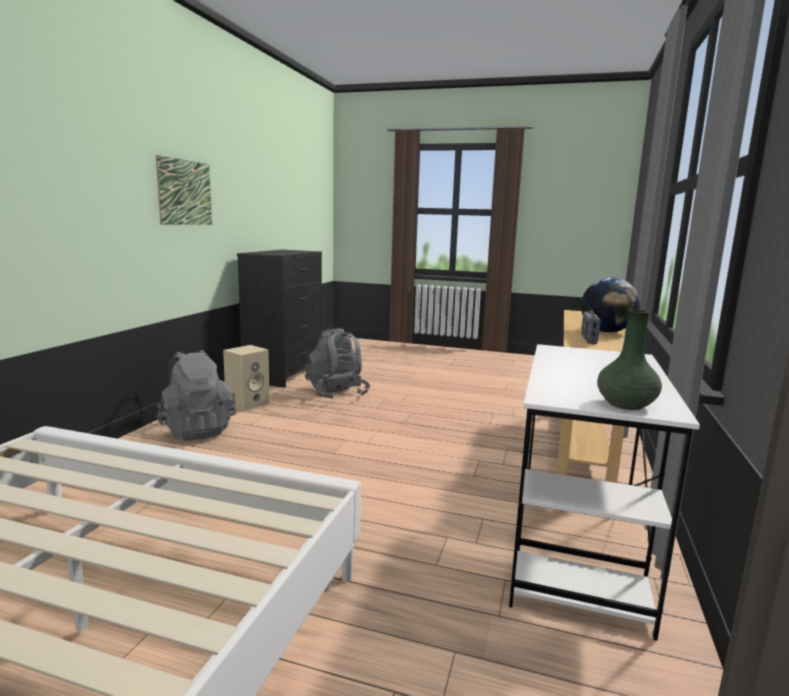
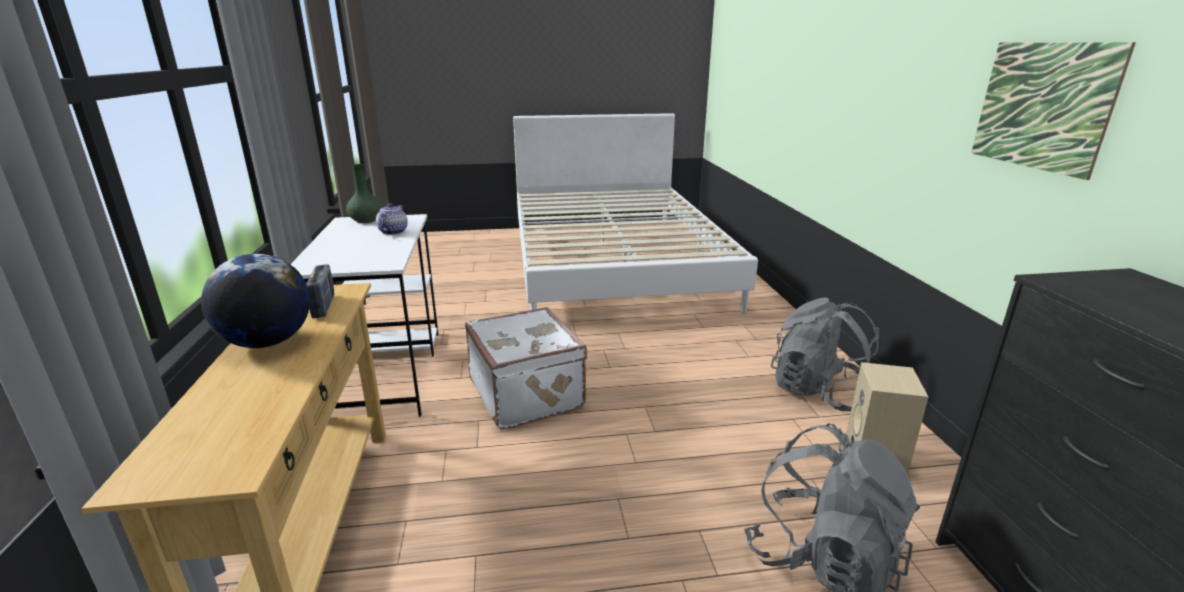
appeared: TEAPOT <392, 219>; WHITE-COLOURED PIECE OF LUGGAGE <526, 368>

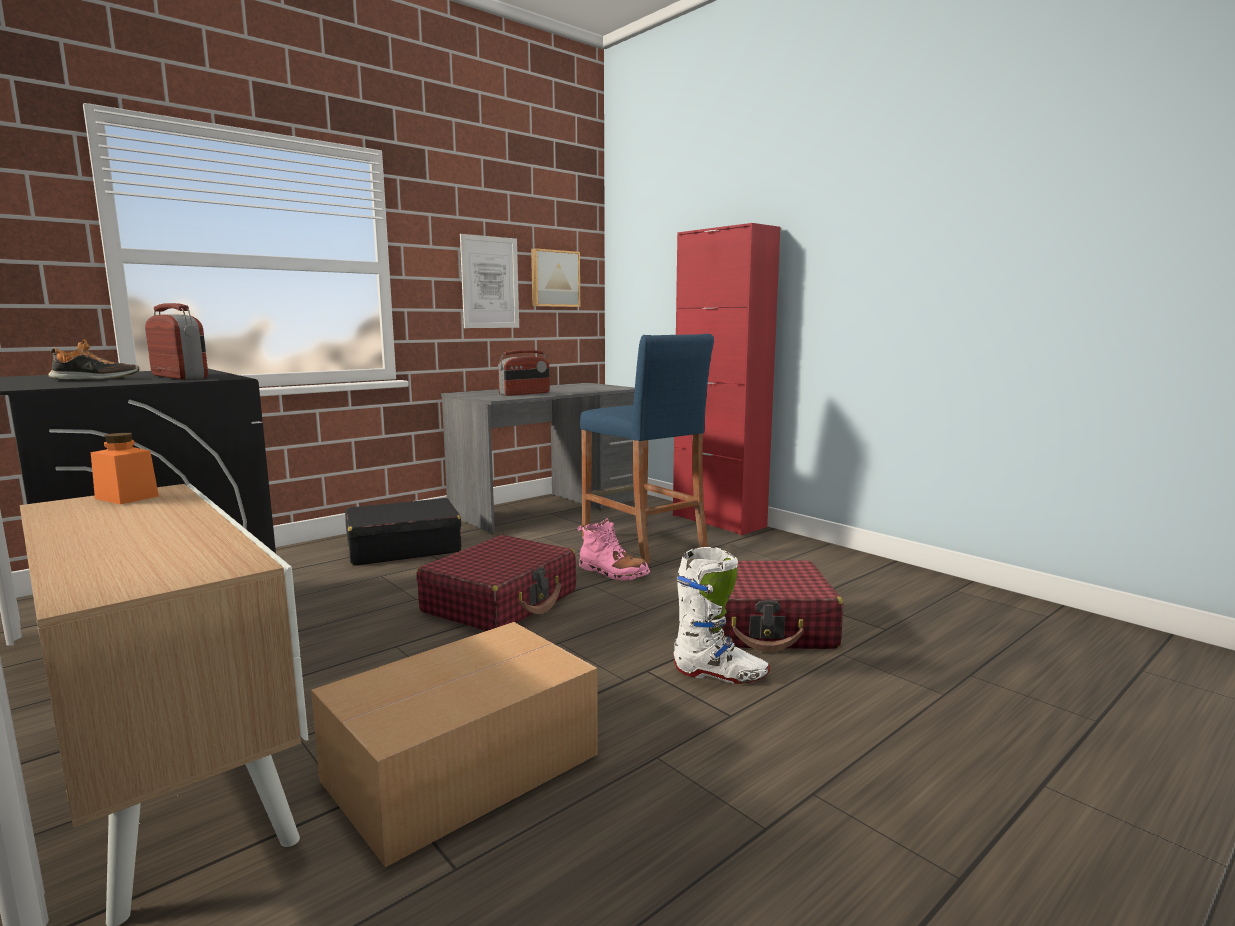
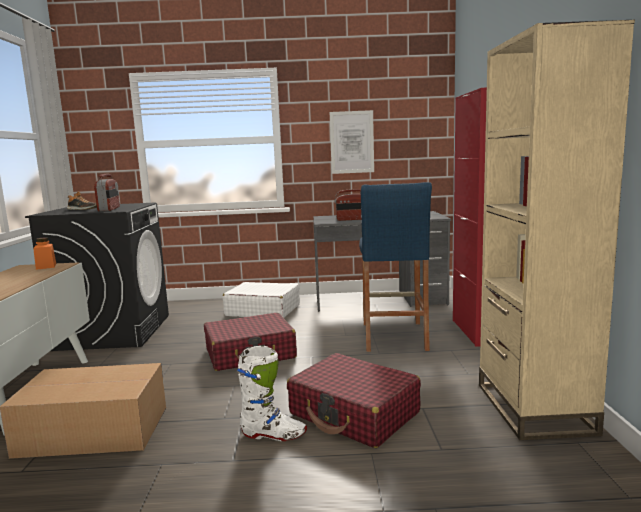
missing: PICTURE <555, 277>; PINKISH BOOT <613, 549>
appeared: SAND-COLOURED BOOKCASE <557, 230>
colour: BLACK-COLOURED PIECE OF LUGGAGE <403, 532> to WHITE-COLOURED PIECE OF LUGGAGE <261, 300>
spun: WHITE-COLOURED BOOT <721, 615> = <272, 393> 45 degrees counterclockwise

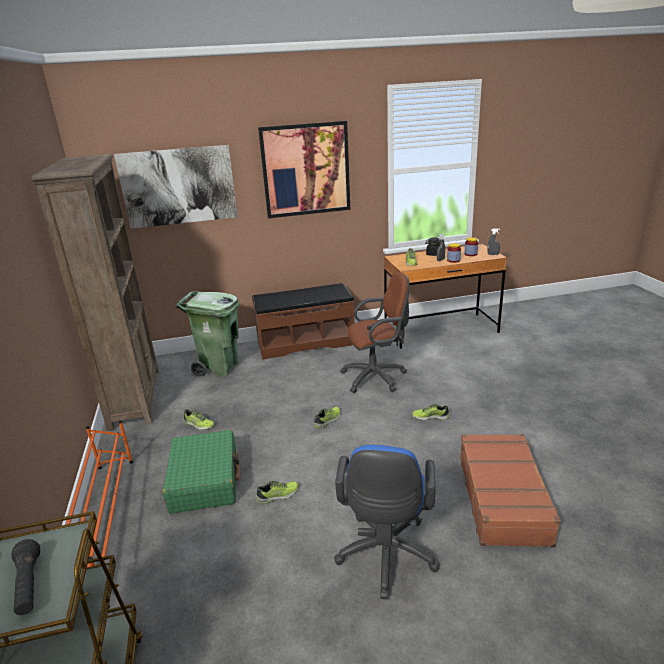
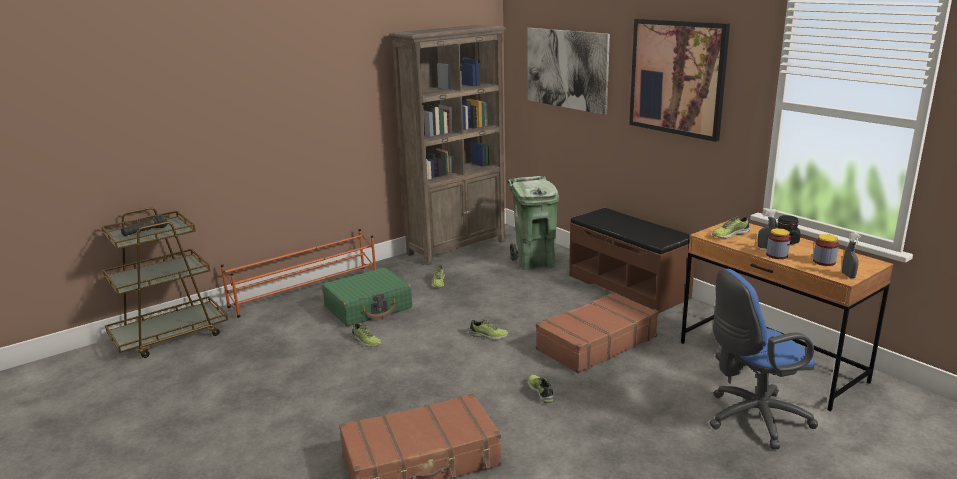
relocated: BLUE OFFICE CHAIR <387, 522> to <764, 359>
exchanged: BROWN OFFICE CHAIR <375, 333> to BROWN PIECE OF LUGGAGE <597, 333>

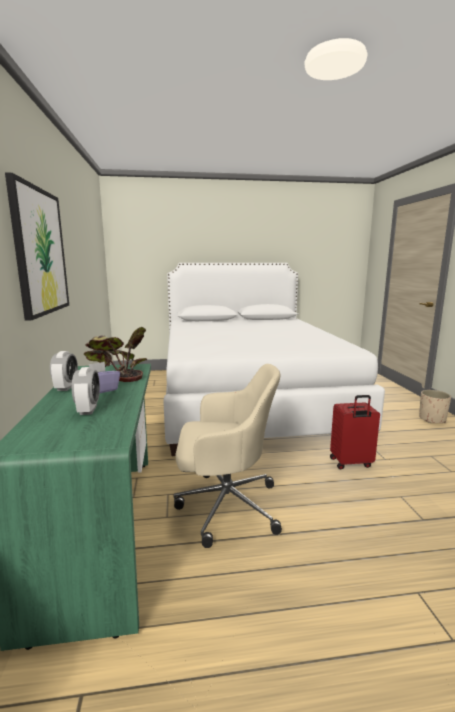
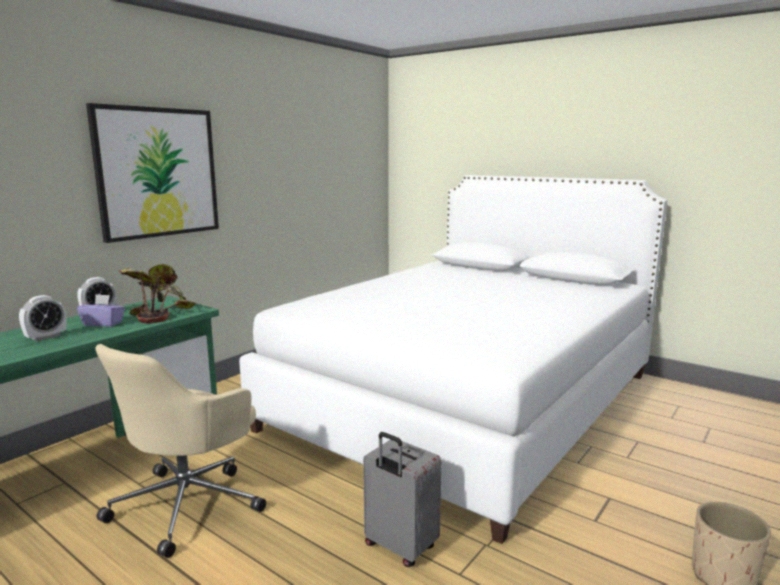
colour: REDDISH PIECE OF LUGGAGE <355, 432> to GREYISH PIECE OF LUGGAGE <402, 499>
spun: SAND-COLOURED OFFICE CHAIR <228, 456> = <180, 451> 75 degrees clockwise

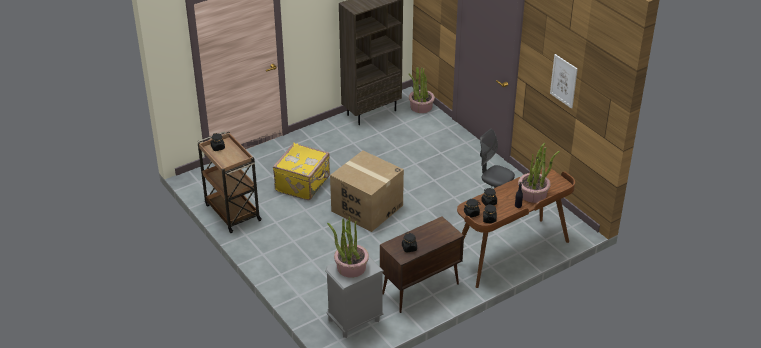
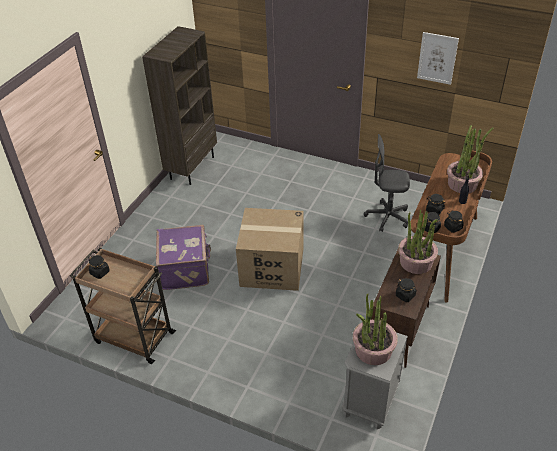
relocated: POTTED PLANT <422, 90> to <418, 241>
colour: YELLOW PIECE OF LUGGAGE <301, 171> to PURPLE PIECE OF LUGGAGE <183, 257>

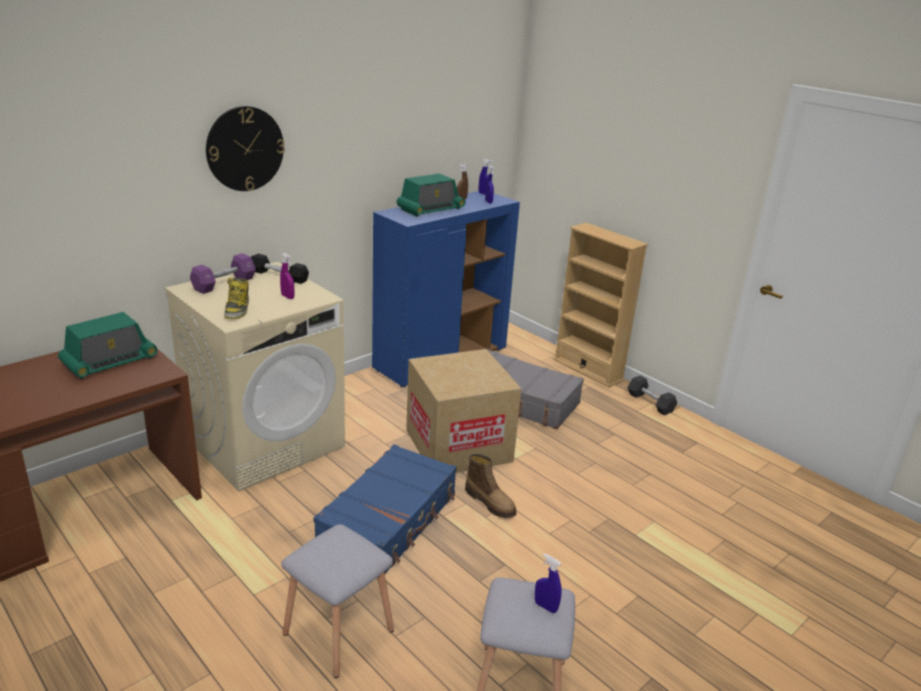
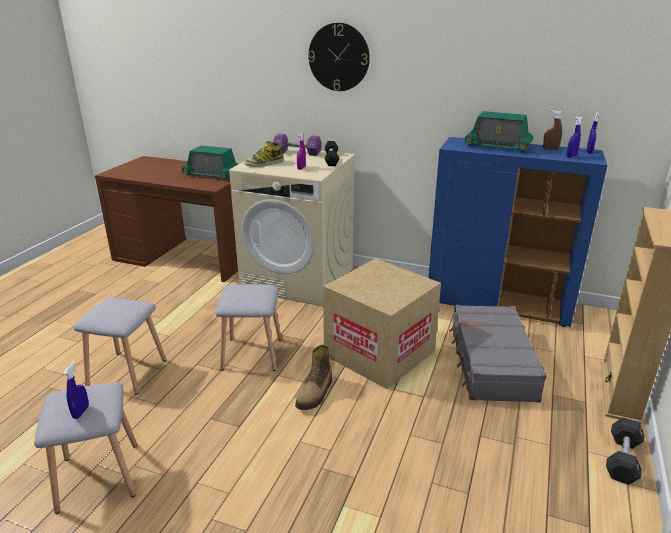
exchanged: BLUE PIECE OF LUGGAGE <385, 509> to GREYISH STOOL <248, 327>

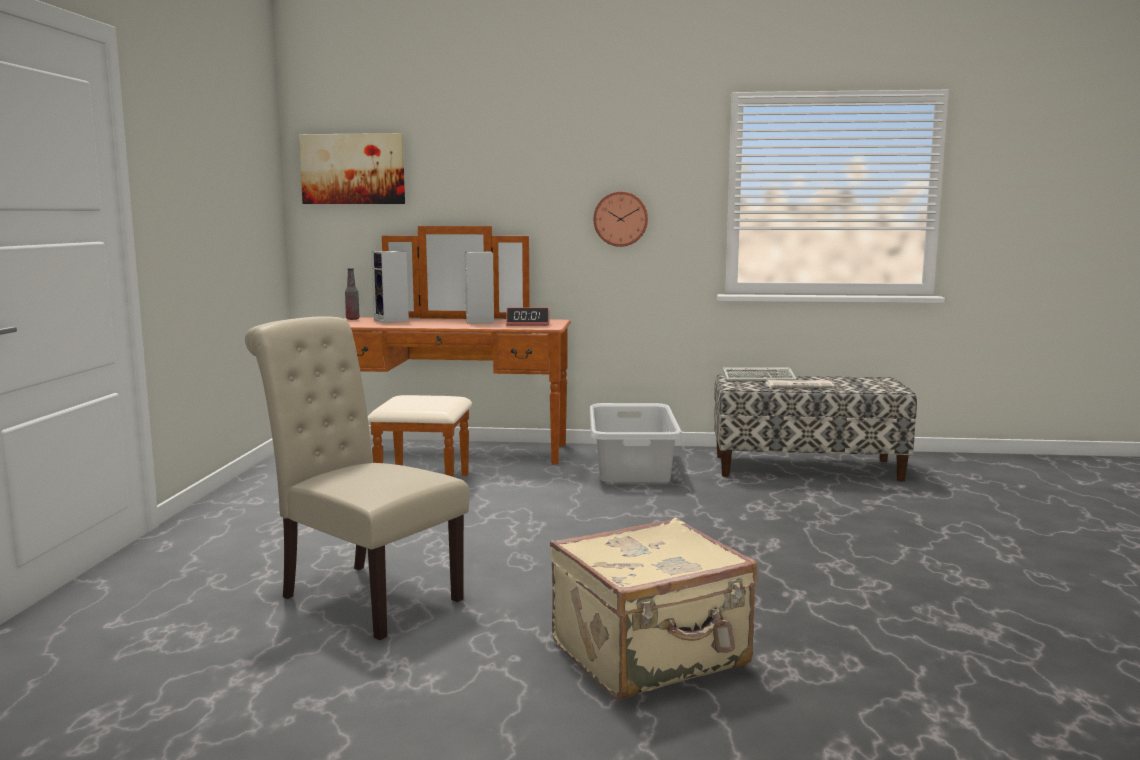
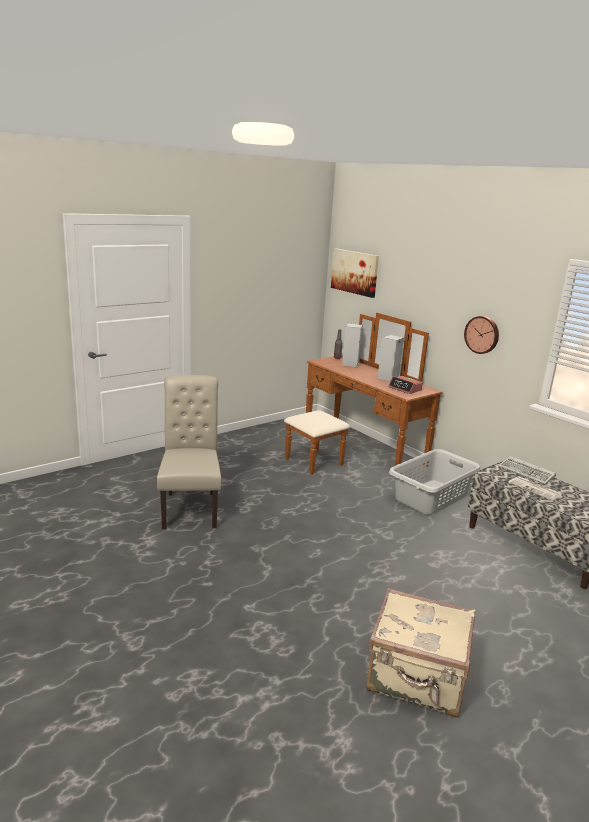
relocated: SAND-COLOURED PIECE OF LUGGAGE <654, 608> to <420, 652>

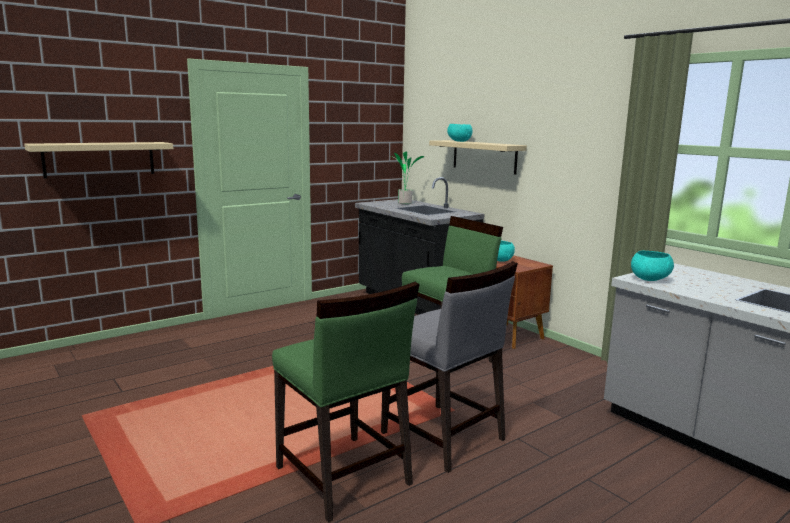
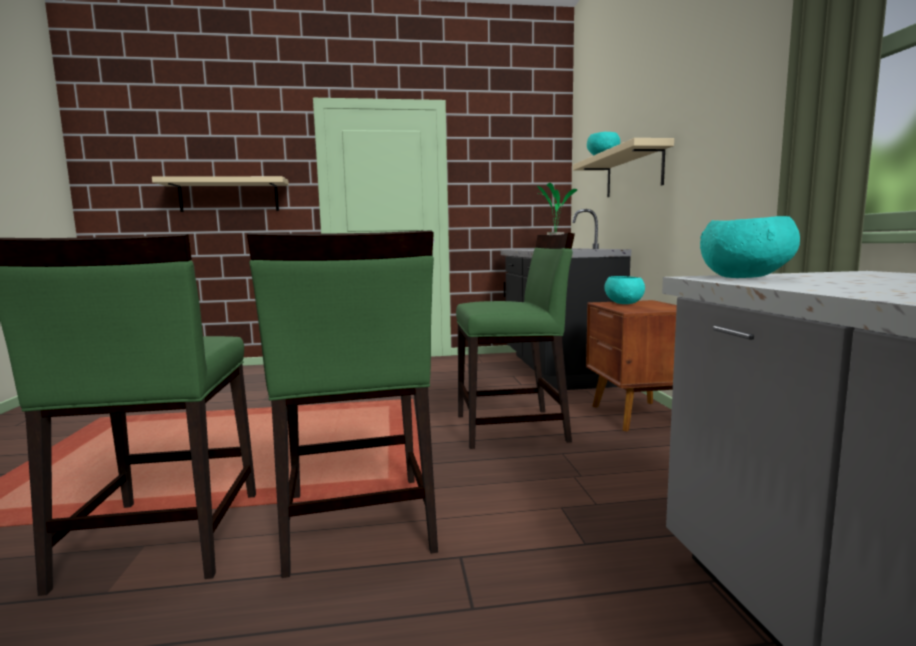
colour: GREYISH PLAIN CHAIR <449, 367> to GREEN PLAIN CHAIR <342, 404>

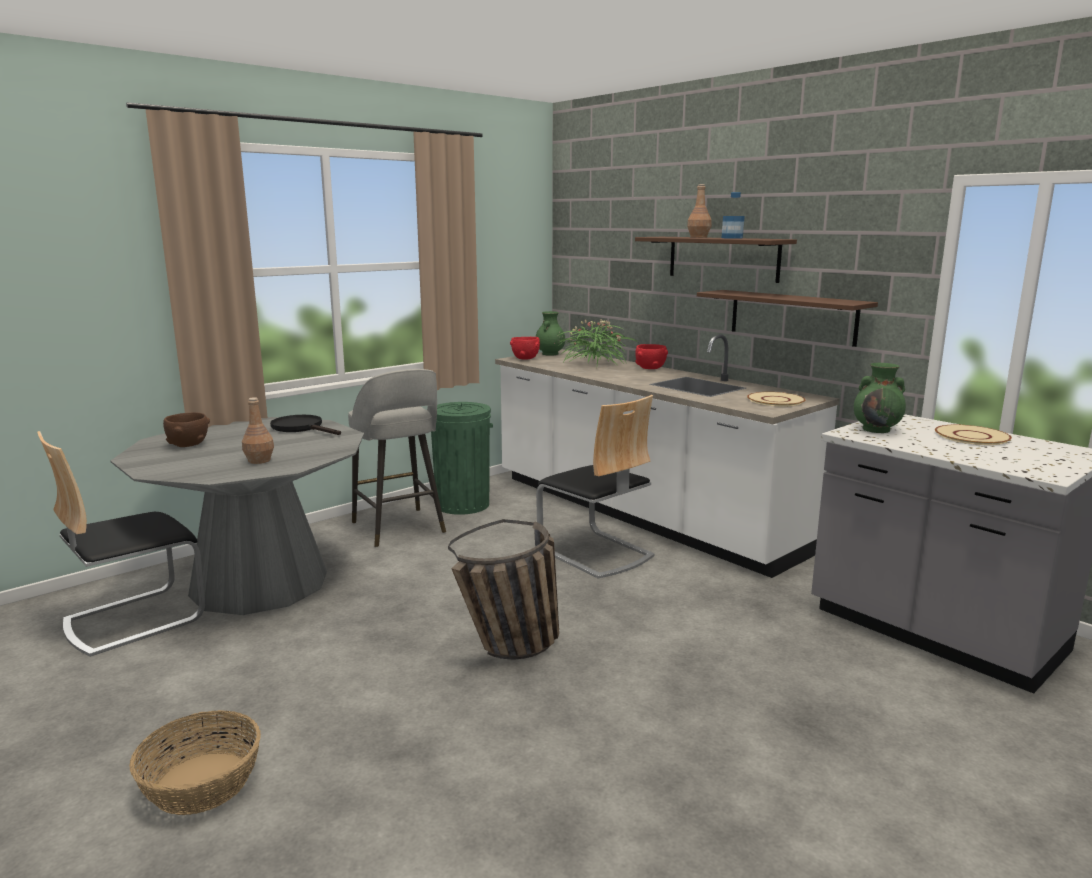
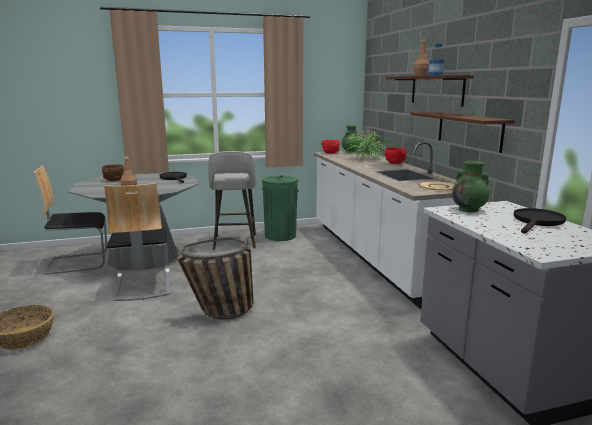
relocated: PLAIN CHAIR <595, 487> to <137, 242>
exchanged: SAND-COLOURED FLAT DISH <973, 435> to BLACK-COLOURED SKILLET <539, 221>

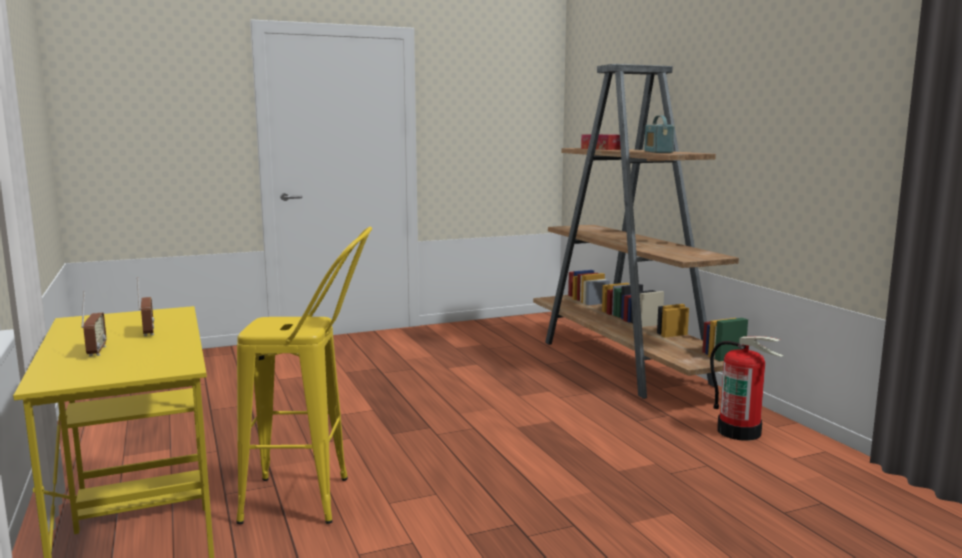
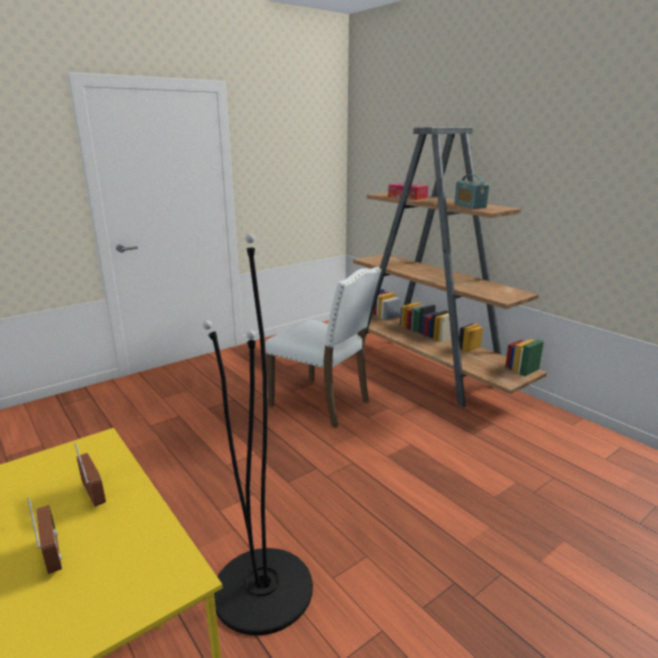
missing: EXTINGUISHER <747, 388>
appeared: WHITE-COLOURED PLAIN CHAIR <323, 347>
exchanged: YELLOW STOOL <304, 375> to BLACK-COLOURED STANDING LAMP <258, 434>

